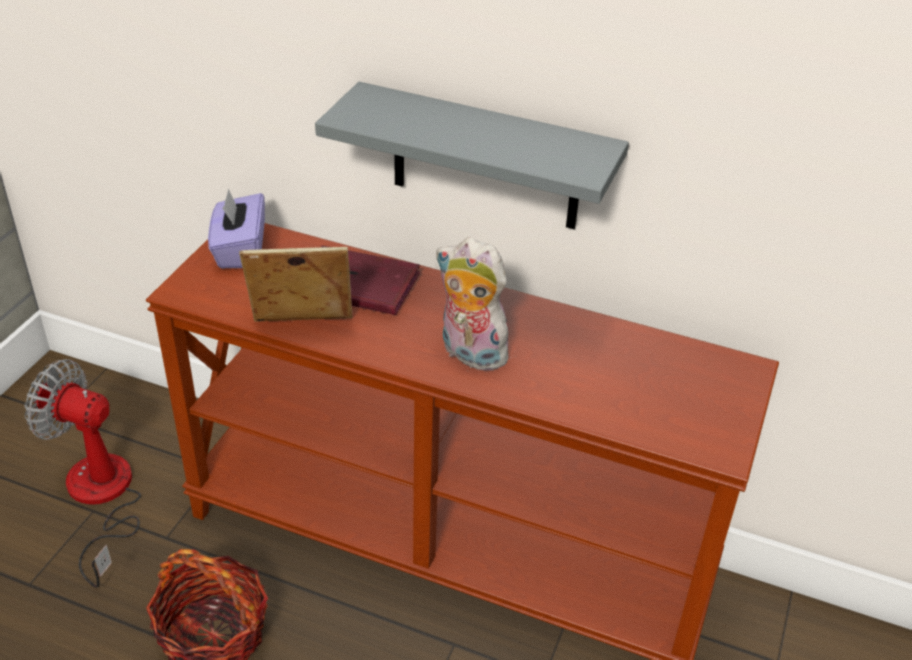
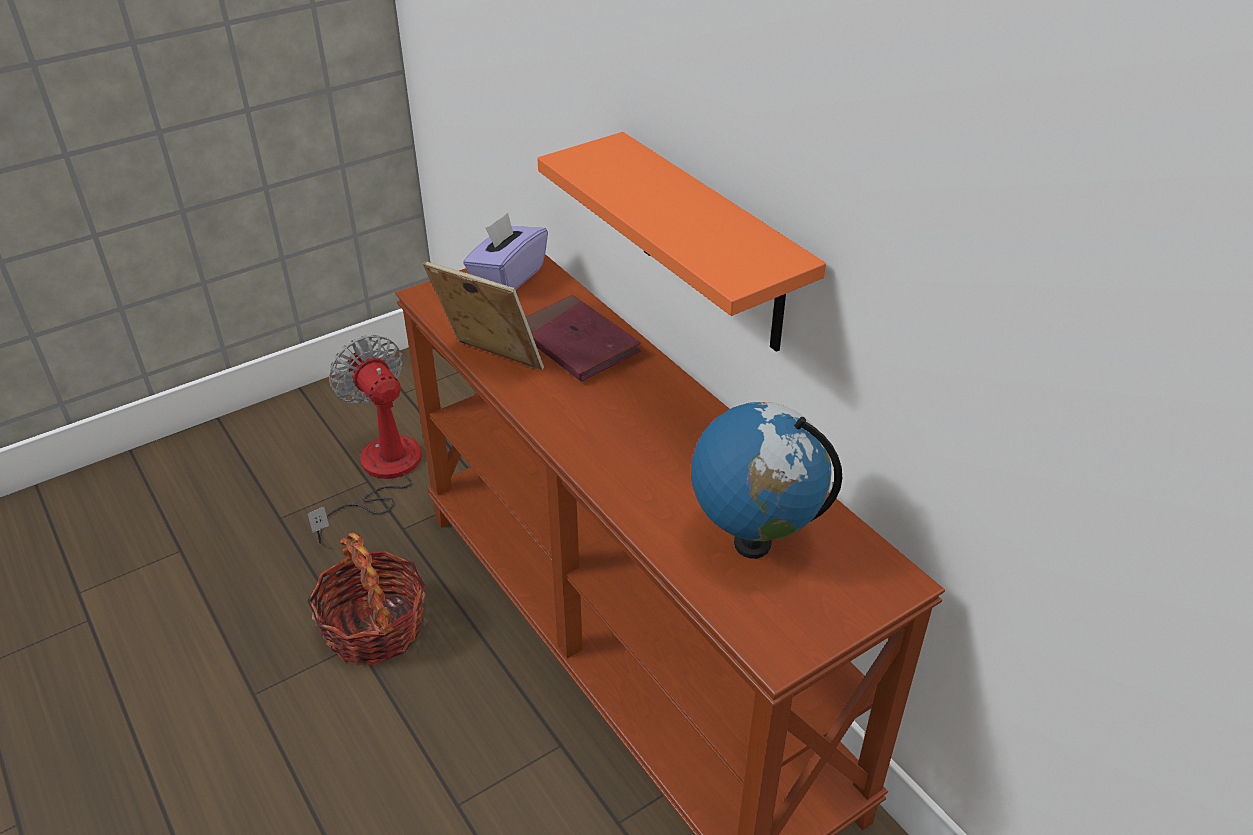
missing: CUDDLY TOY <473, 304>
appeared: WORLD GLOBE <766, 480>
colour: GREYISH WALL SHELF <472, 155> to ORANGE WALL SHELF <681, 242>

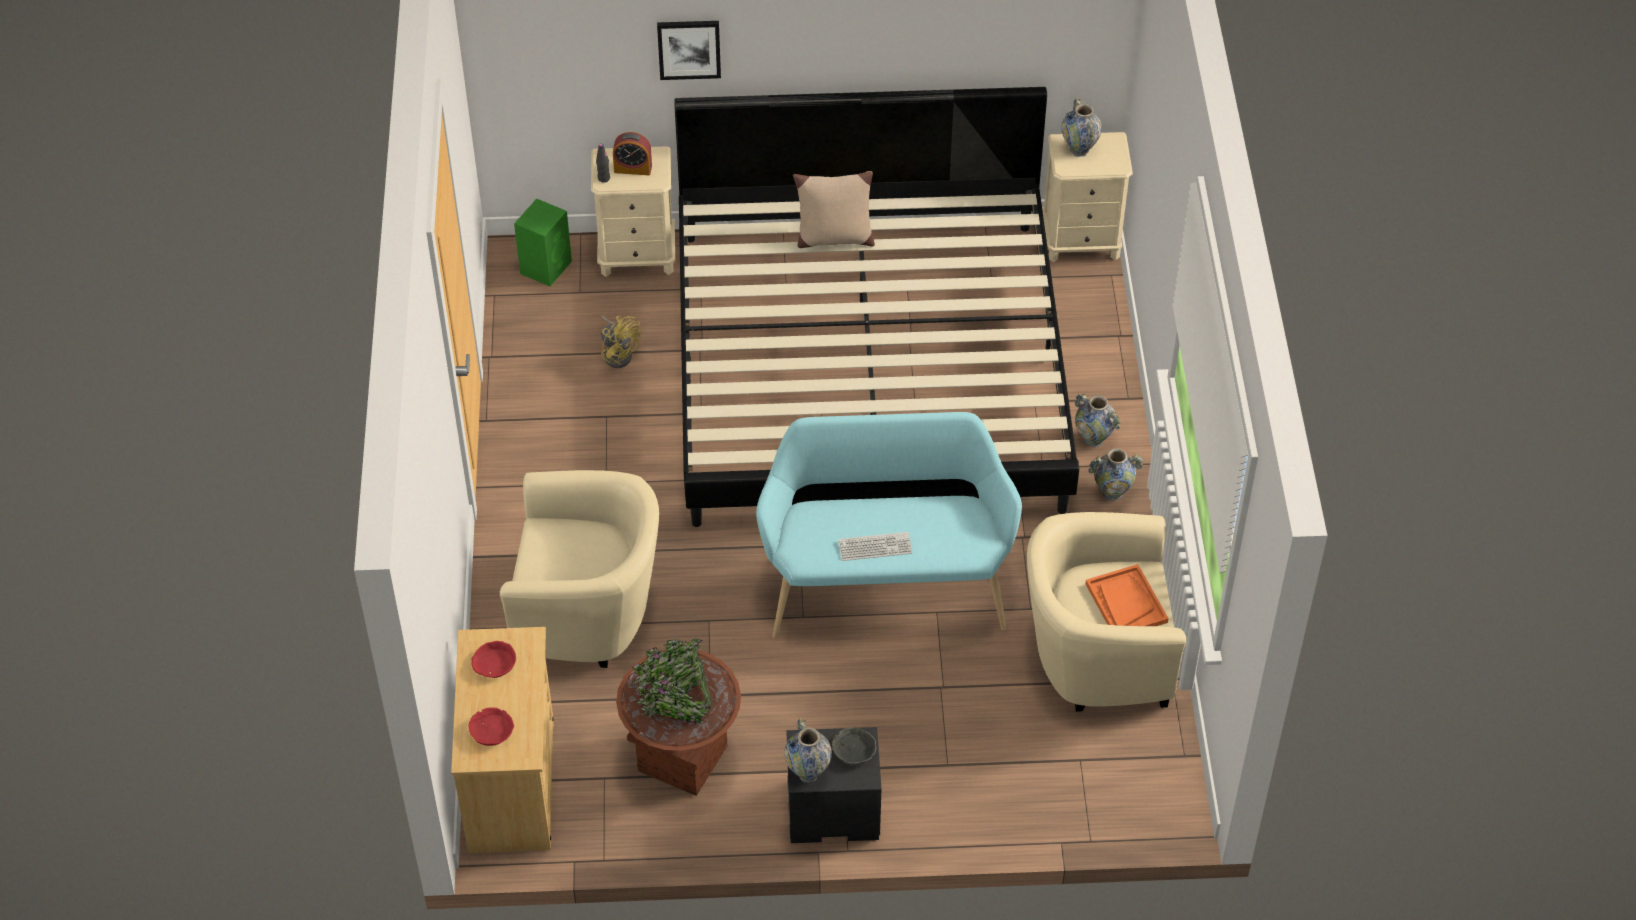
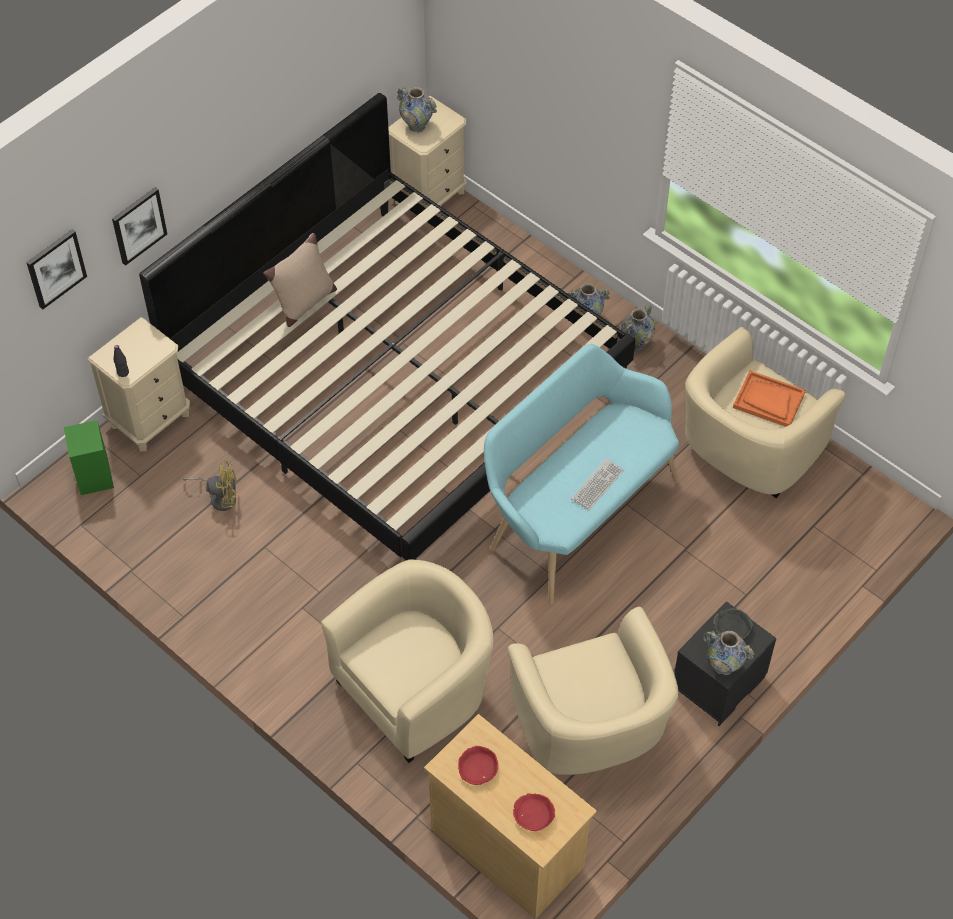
missing: BEDSIDE CLOCK <632, 153>
appeared: PICTURE <56, 269>
exchanged: BROWN PLANT POT <678, 717> to SAND-COLOURED EASY CHAIR <593, 691>

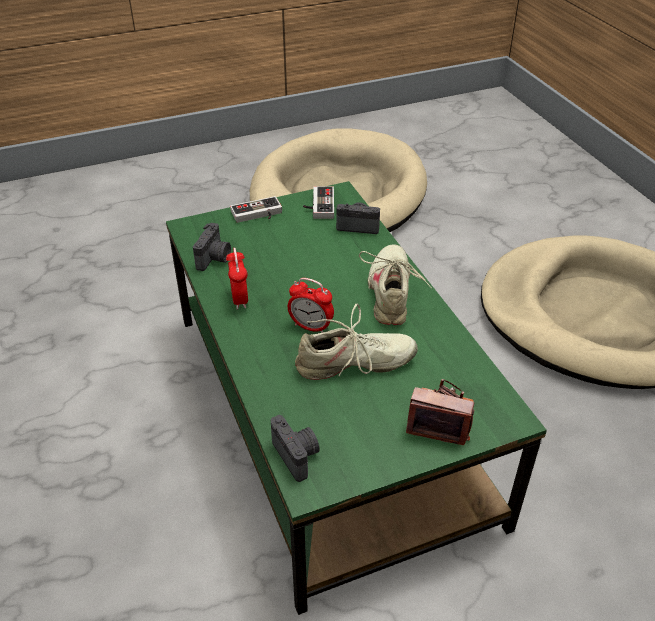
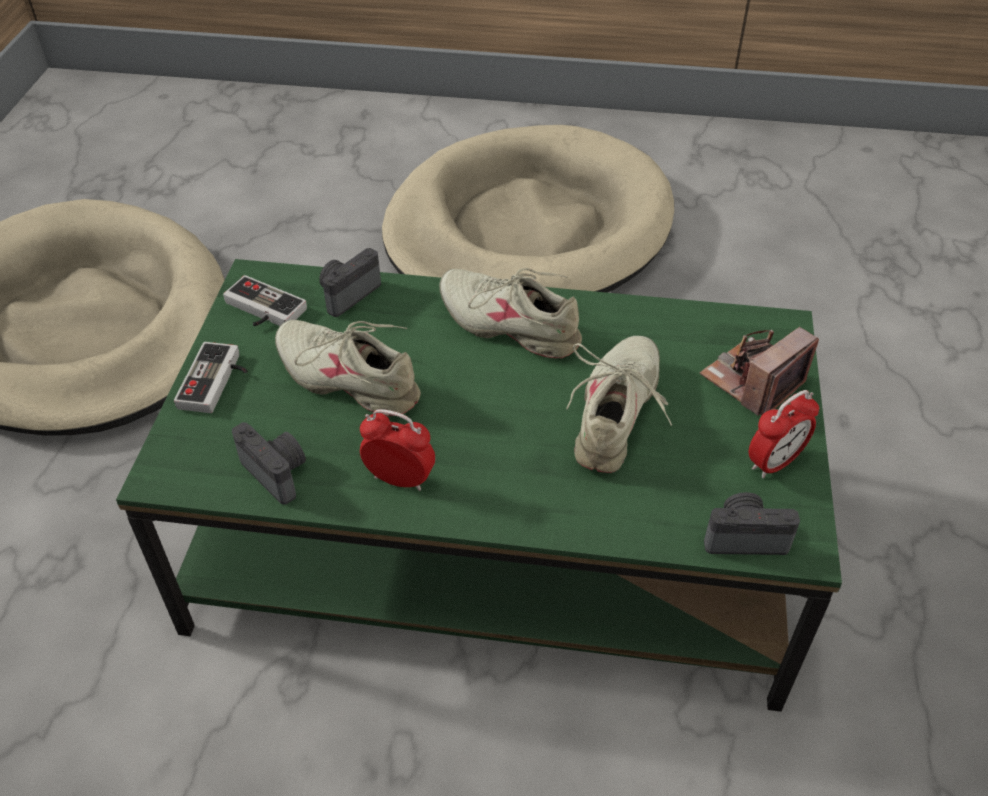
appeared: SAND-COLOURED SHOE <348, 368>
relocated: BEDSIDE CLOCK <311, 305> to <784, 434>

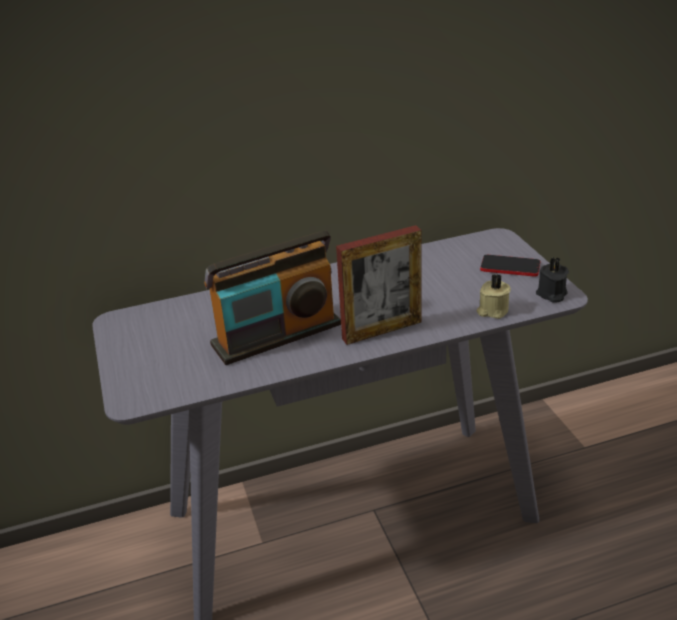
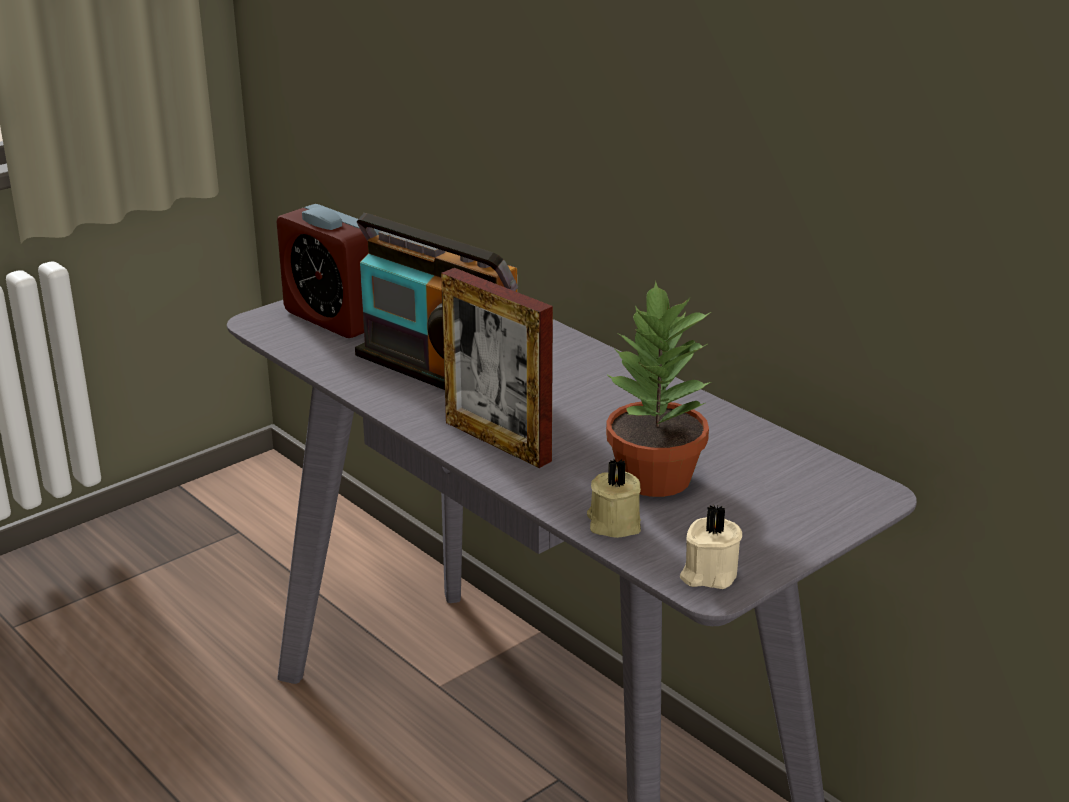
missing: PHONE <510, 266>
appeared: BEDSIDE CLOCK <329, 271>; POTTED PLANT <658, 389>
colour: BLACK-COLOURED WAX LIGHT <552, 280> to SAND-COLOURED WAX LIGHT <711, 547>

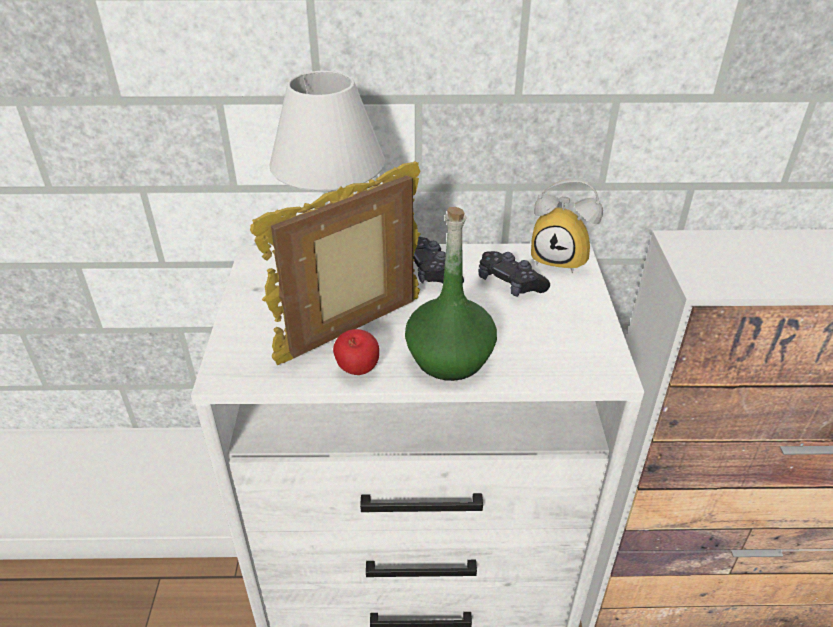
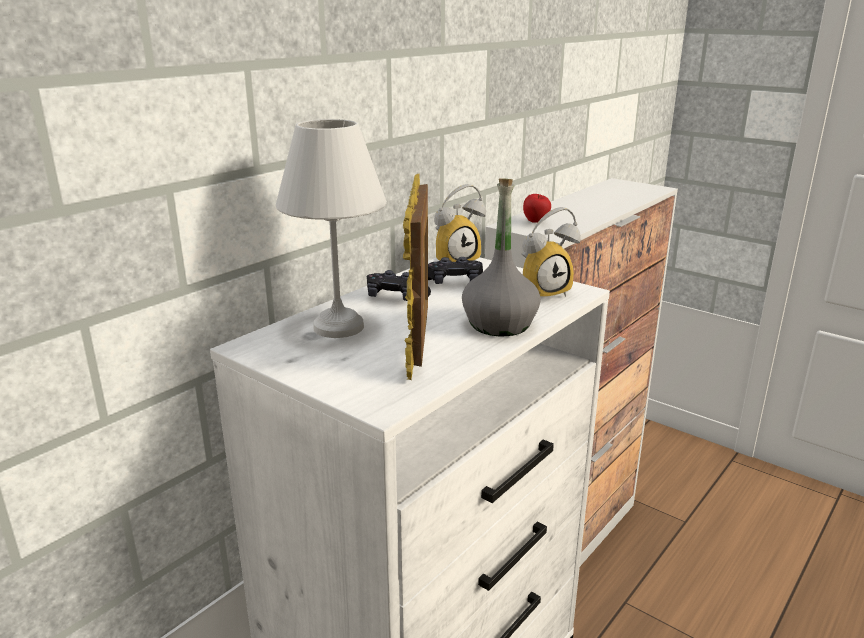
appeared: BEDSIDE CLOCK <551, 252>
relocated: WHOLE APPLE <356, 352> to <537, 208>
colour: GREEN BOTTLE <451, 294> to GREYISH BOTTLE <501, 257>

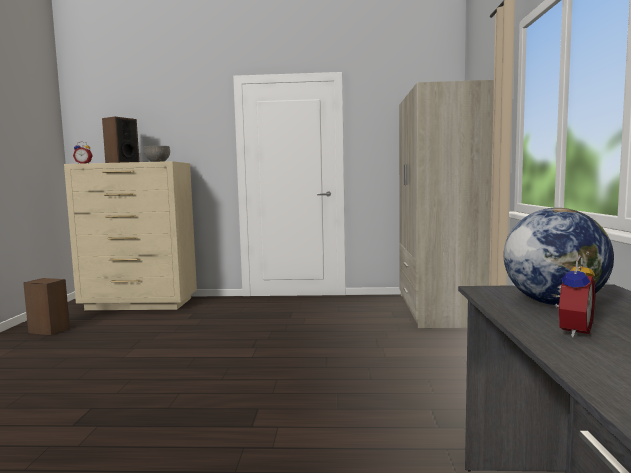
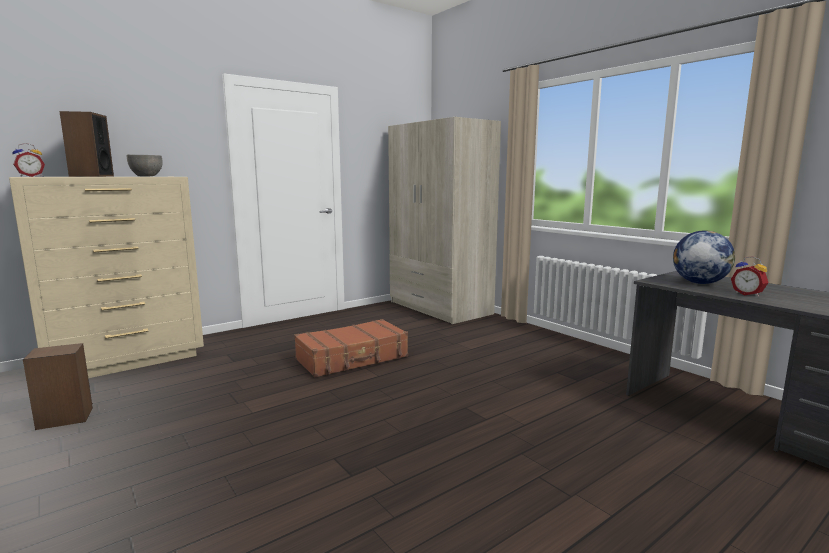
appeared: BROWN PIECE OF LUGGAGE <351, 348>
spun: BEDSIDE CLOCK <573, 296> = <750, 276> 150 degrees clockwise

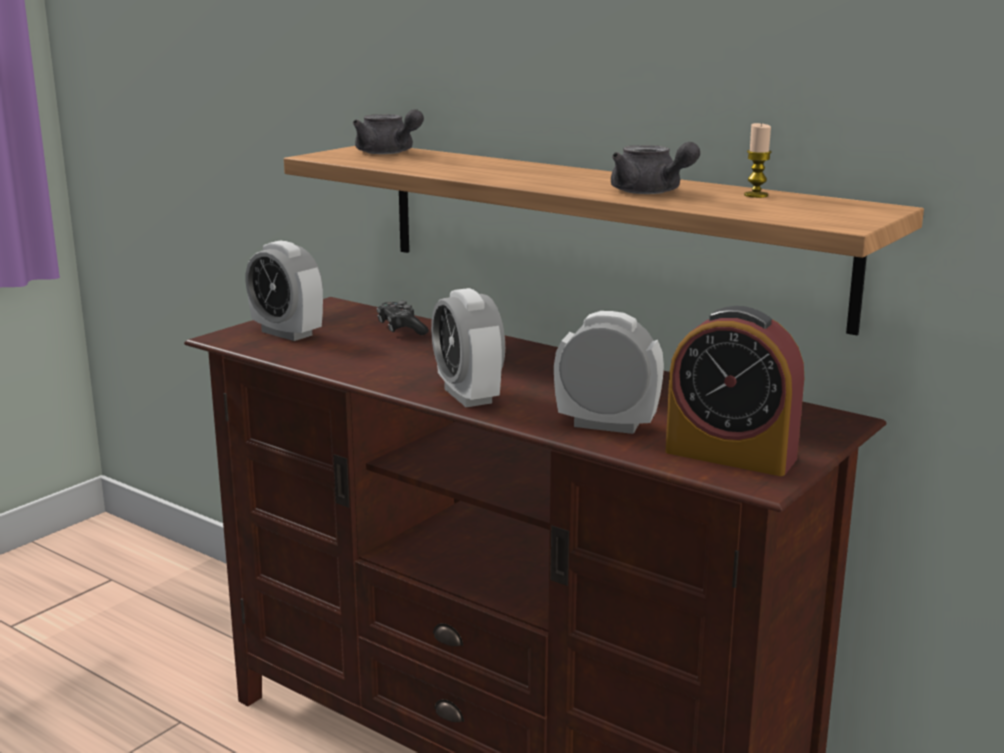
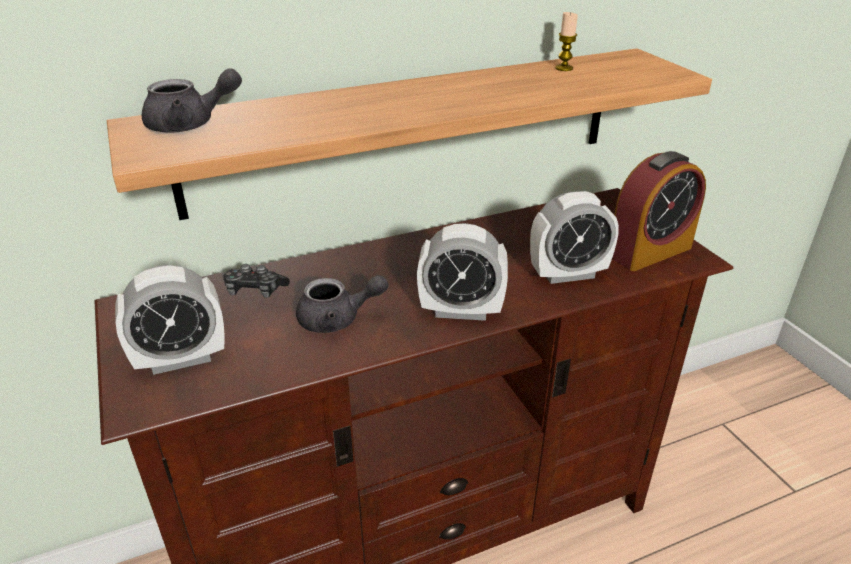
relocated: GREYISH TEAPOT <655, 168> to <342, 304>
spun: BEDSIDE CLOCK <609, 372> = <574, 237> 150 degrees counterclockwise

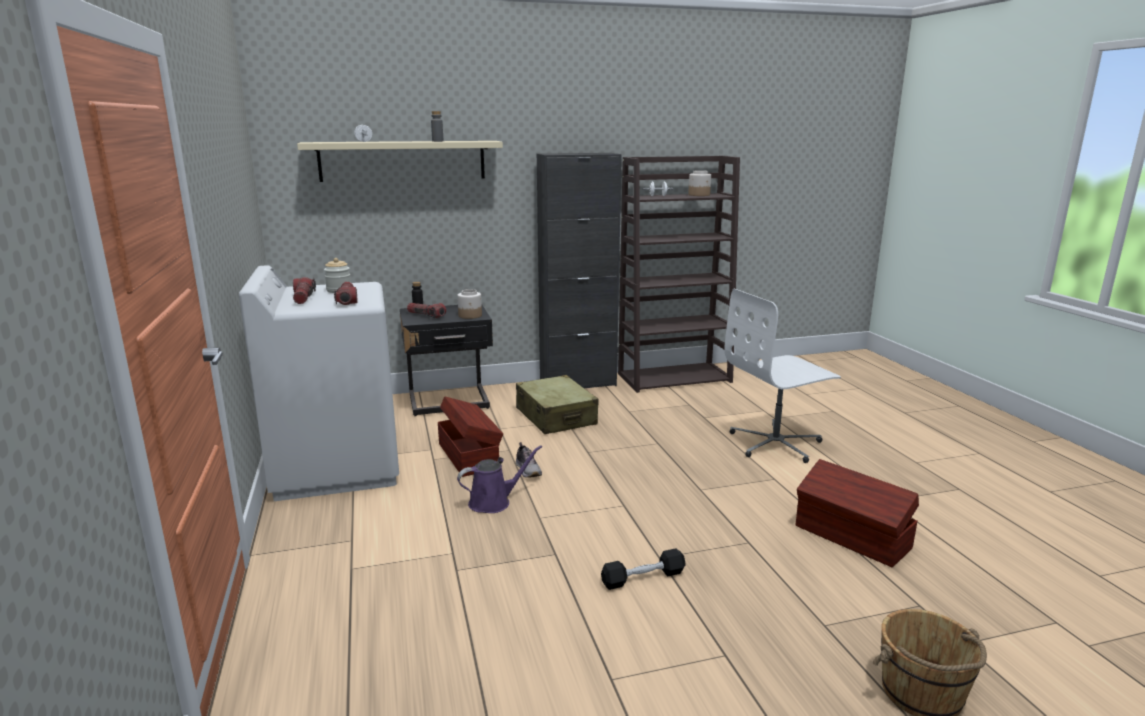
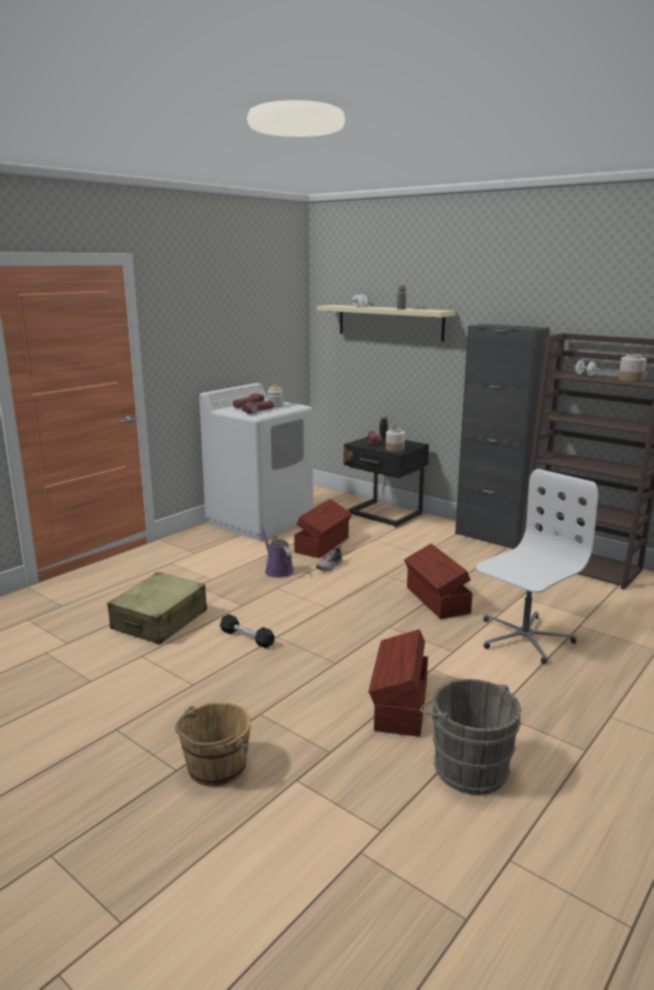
appeared: BROWN STORAGE CONTAINER <438, 581>; GREYISH PAIL <470, 737>
relocated: SAND-COLOURED PIECE OF LUGGAGE <557, 404> to <157, 608>
spun: PURPLE WATERING CAN <499, 479> = <277, 551> 150 degrees counterclockwise; WHITE-COLOURED OFFICE CHAIR <782, 376> = <537, 566> 105 degrees clockwise

